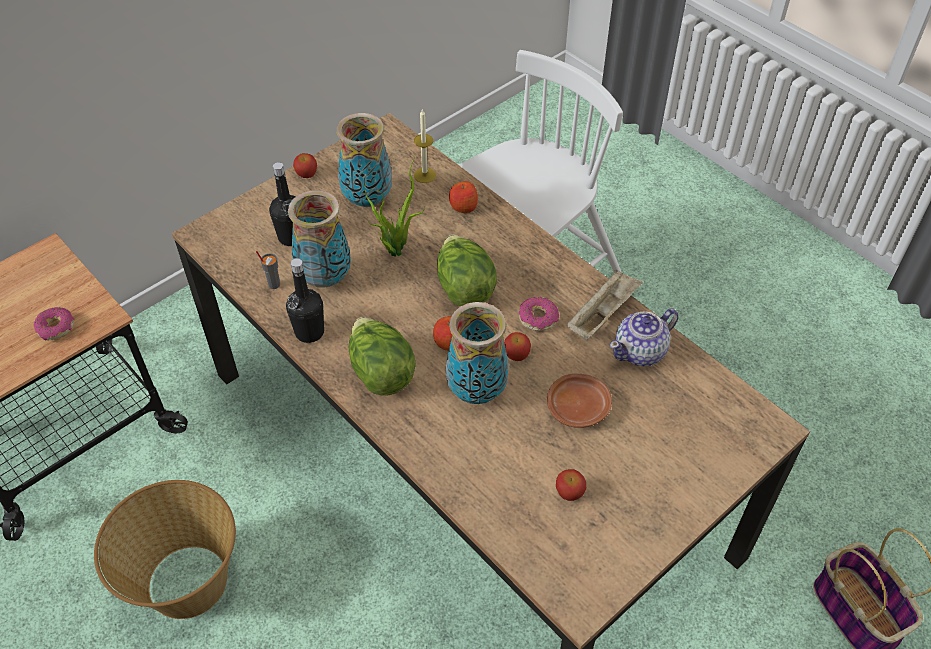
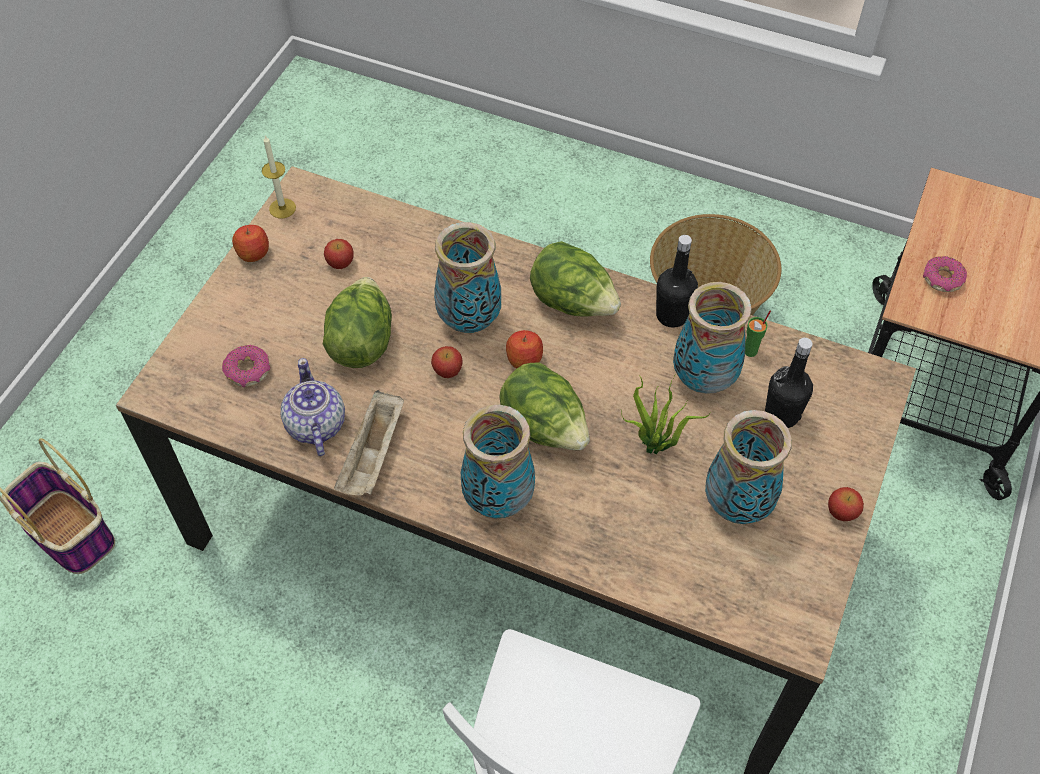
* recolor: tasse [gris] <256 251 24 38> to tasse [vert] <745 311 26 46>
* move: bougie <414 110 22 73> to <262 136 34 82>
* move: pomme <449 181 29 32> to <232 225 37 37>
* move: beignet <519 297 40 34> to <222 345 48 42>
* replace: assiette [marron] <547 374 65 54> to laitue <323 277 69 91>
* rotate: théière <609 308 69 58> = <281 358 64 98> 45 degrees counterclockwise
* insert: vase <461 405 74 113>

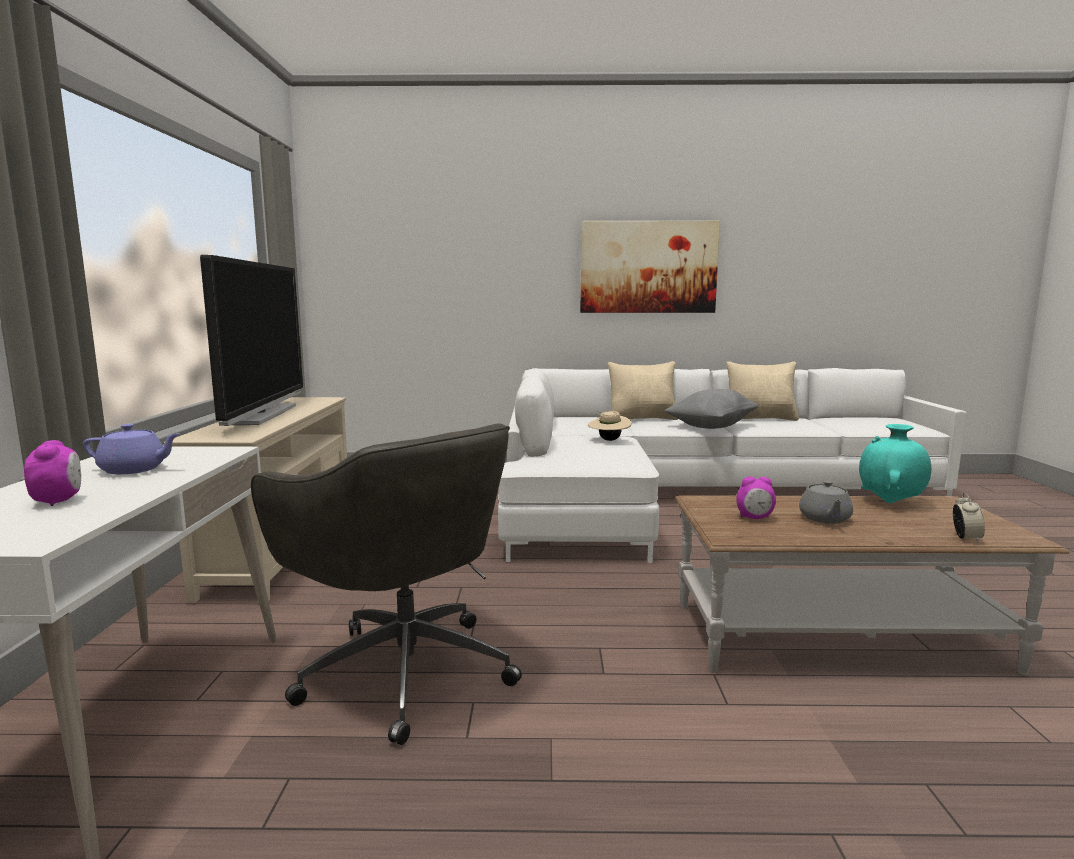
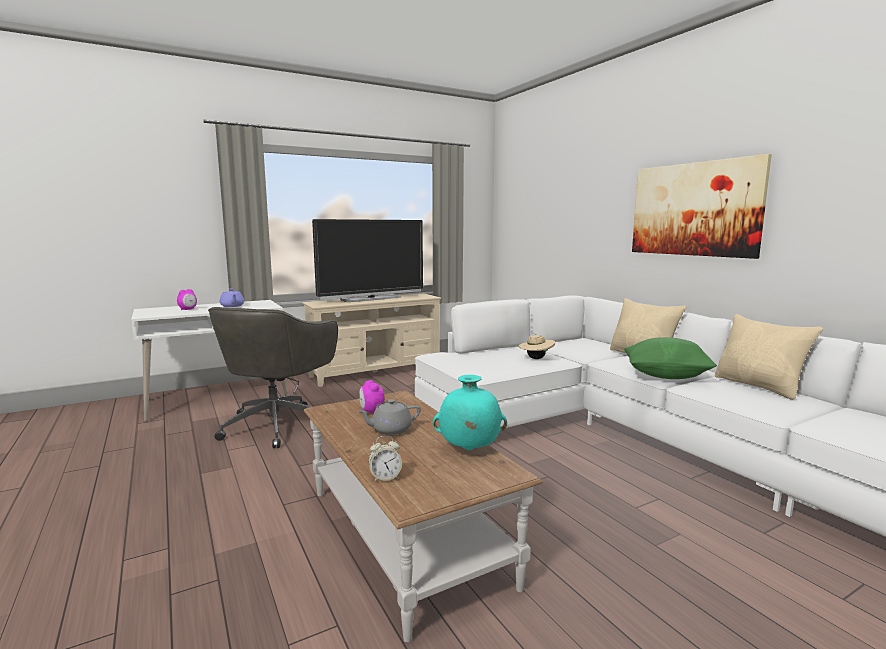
* recolor: coussin [gris] <664 389 94 40> to coussin [vert] <624 337 93 42>

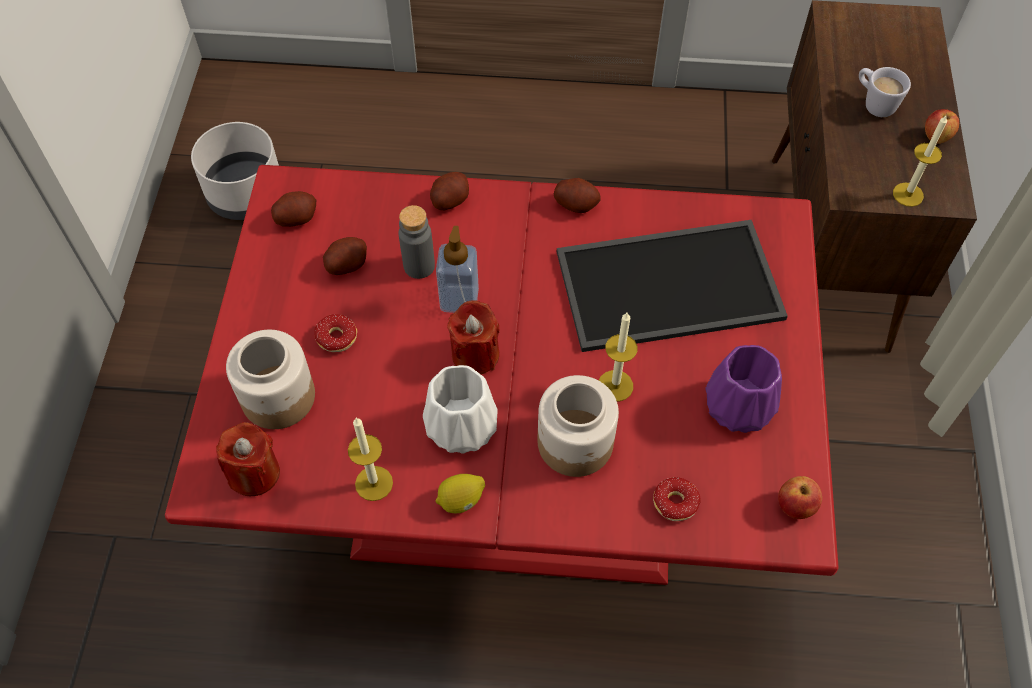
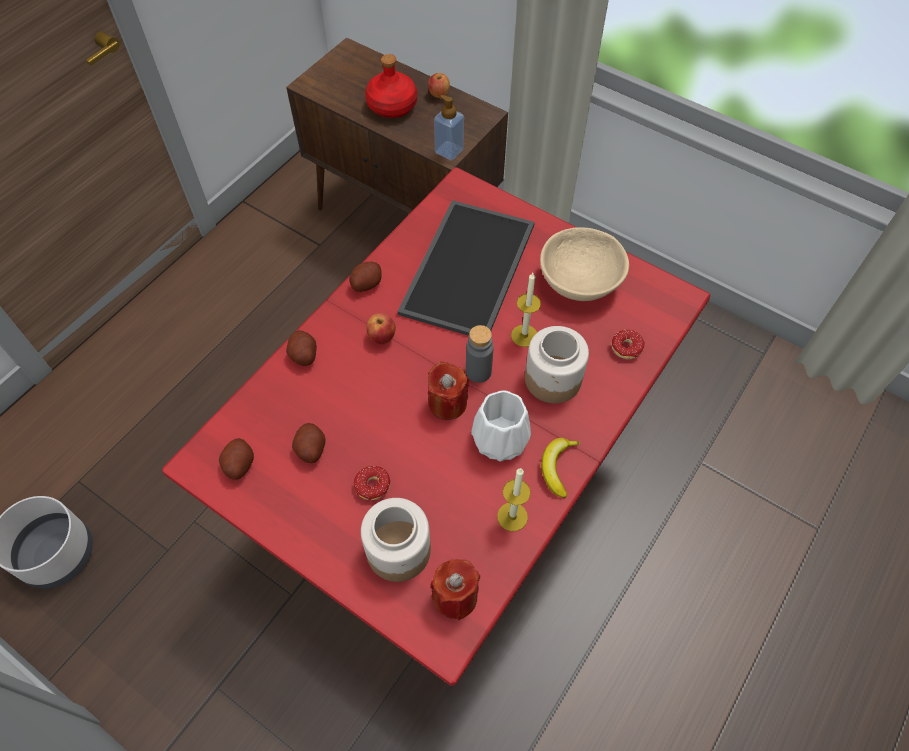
* move: bouteille [gris] <399 205 36 74> to <466 325 27 58>
* move: distributeur de savon <436 226 43 87> to <434 95 30 66>
* replace: citron <436 474 49 39> to banane <541 438 40 60>
* replace: vase [violet] <705 345 77 88> to bol [beige] <540 227 89 74>
* move: pomme <778 476 44 43> to <367 313 29 31>
* replace: mug [blanc] <859 67 52 50> to bouteille [rouge] <365 54 52 64>
* delete: bougie <893 116 54 91>

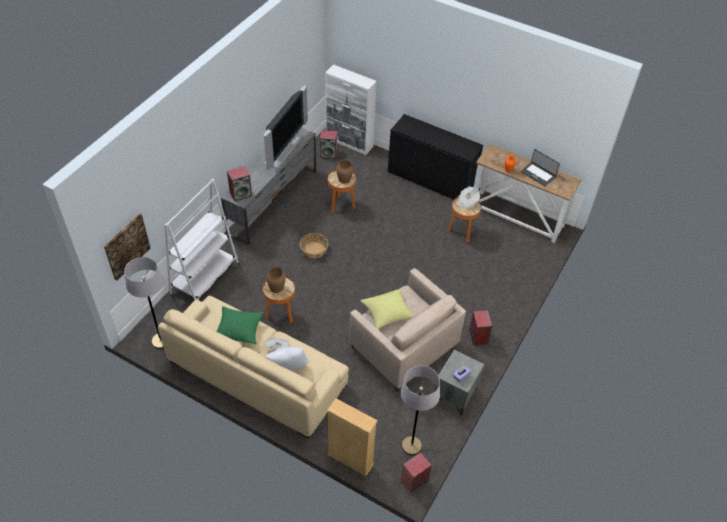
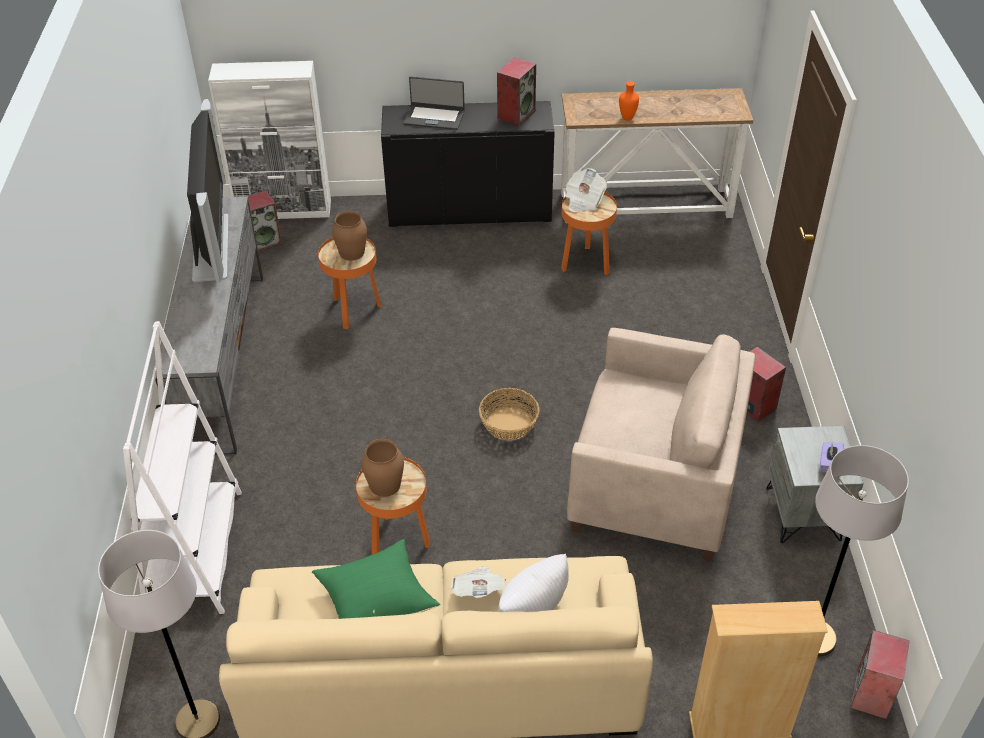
* delete: tableau <104 213 46 68>
* move: enceinte <227 166 25 36> to <497 57 39 69>
* move: panier <300 233 28 25> to <479 388 61 53>
* delete: coussin [jaune] <360 289 55 40>
* move: ordinateur portable <521 149 39 37> to <403 76 62 54>

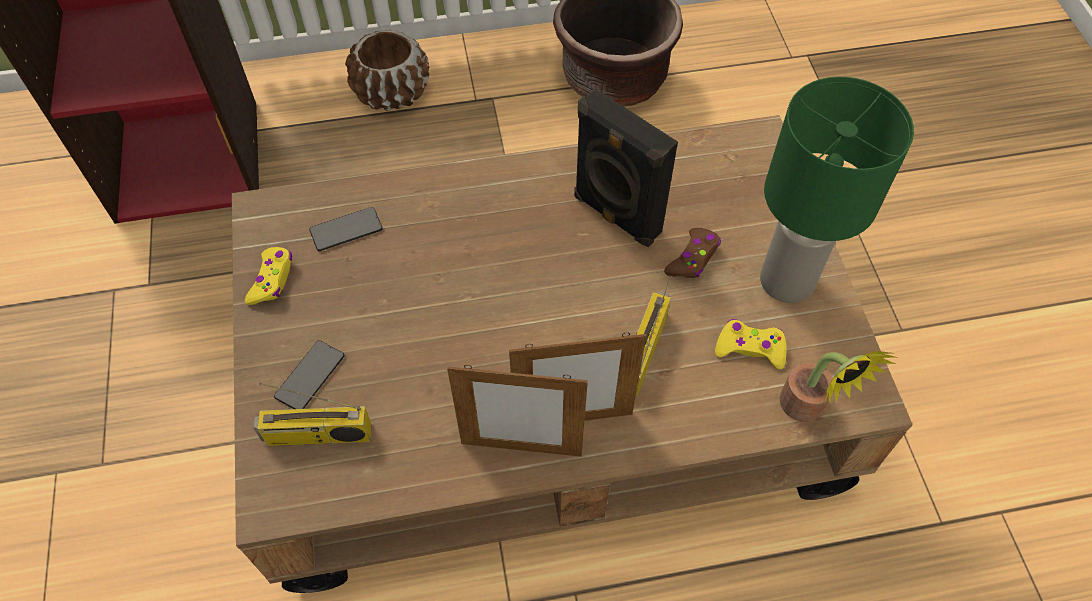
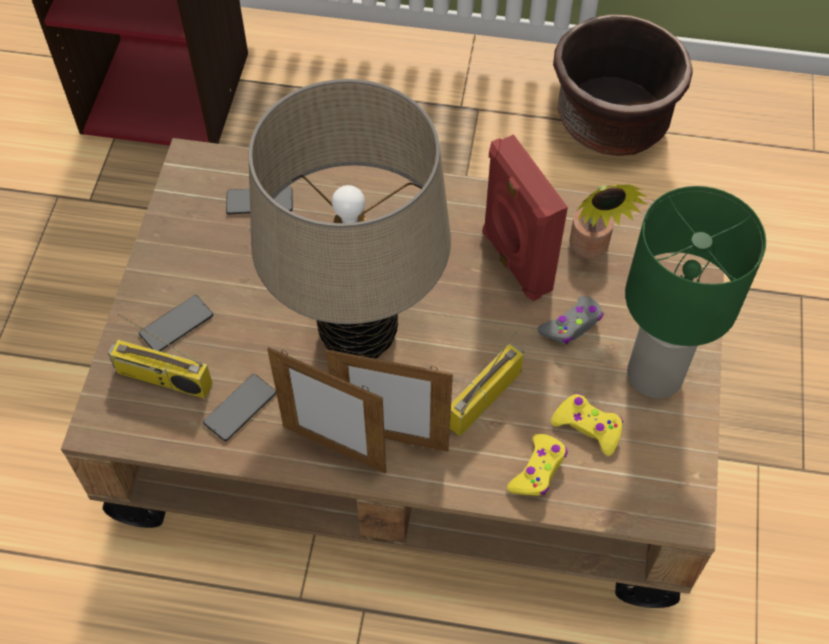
* move: manette [jaune] <245 247 47 58> to <507 434 60 62>
* delete: cache-pot [marron] <345 29 84 82>
* recolor: enceinte [noir] <574 89 104 158> to enceinte [rouge] <482 134 86 167>
* recolor: manette [marron] <664 228 57 50> to manette [gris] <537 296 66 48>
* move: plante en pot <780 351 118 71> to <569 184 78 75>
* insert: téléphone <203 374 73 67>
* insert: lampe de table [beige] <249 79 202 280>

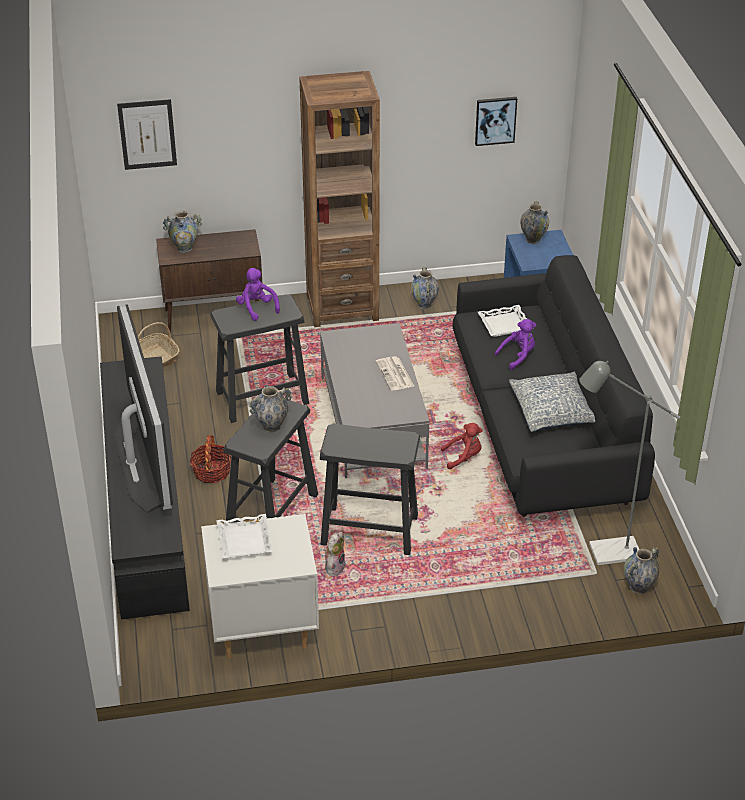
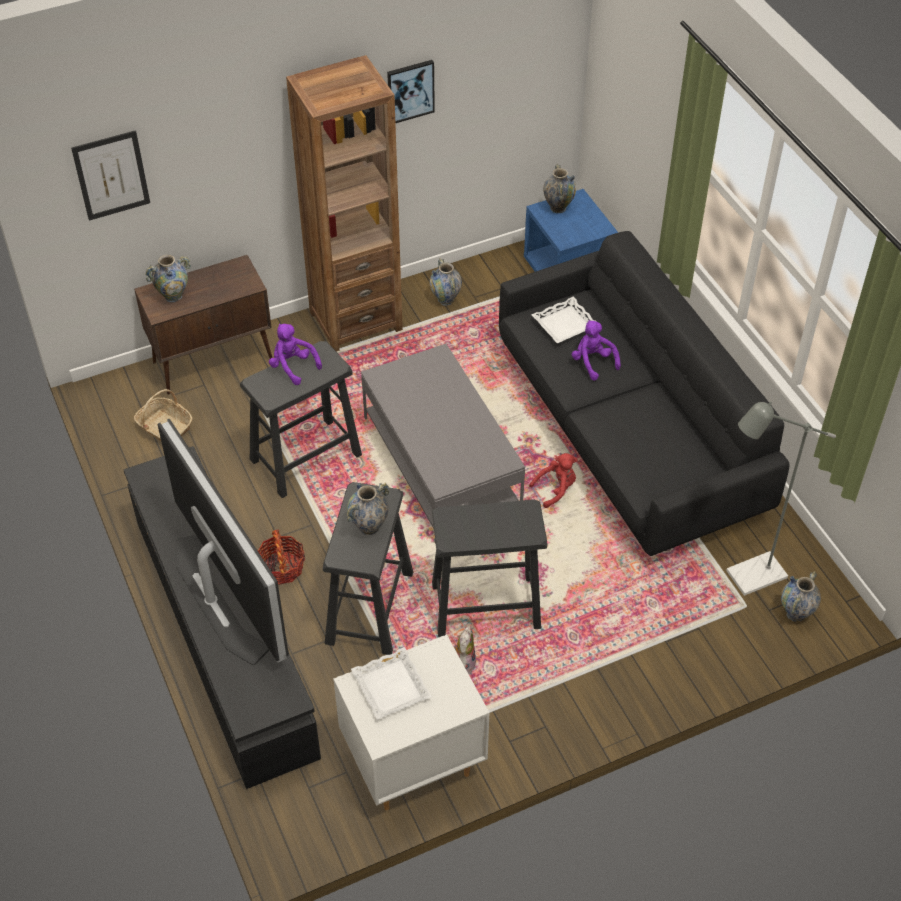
* delete: journal <375 356 39 35>
* move: tableau <475 97 42 49> to <387 60 48 63>
* rotate: peluche [violet] <495 319 41 51> = <572 320 49 61> 75 degrees counterclockwise
* delete: coussin <509 372 86 60>

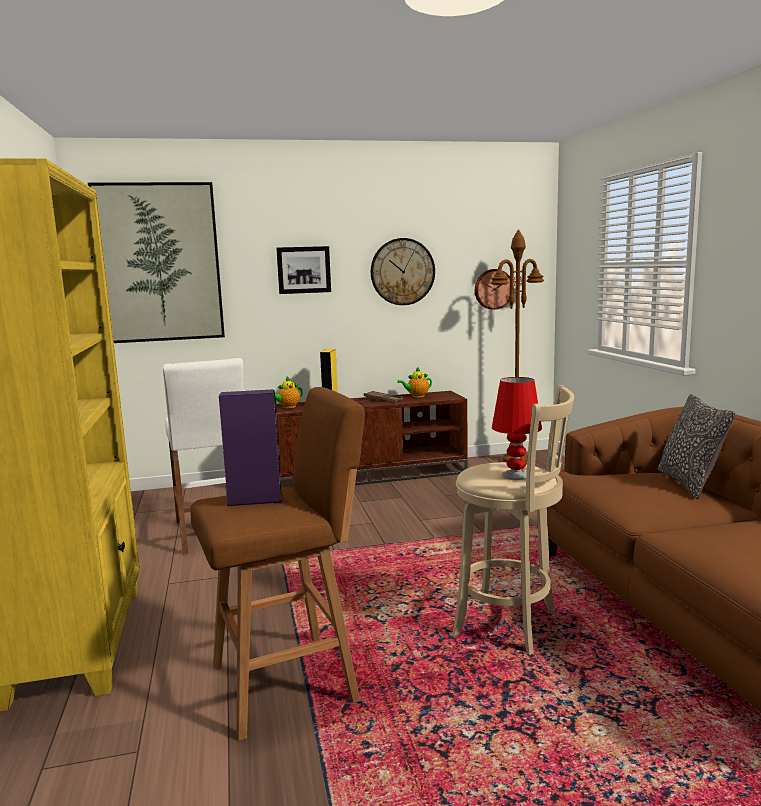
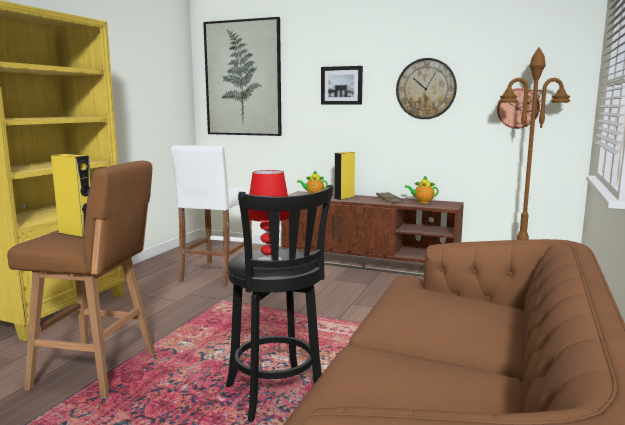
* recolor: enceinte [violet] <219 389 63 117> to enceinte [jaune] <51 154 40 84>
* recolor: tabouret [beige] <452 385 122 269> to tabouret [noir] <225 185 108 237>
* delete: coussin <658 394 77 105>

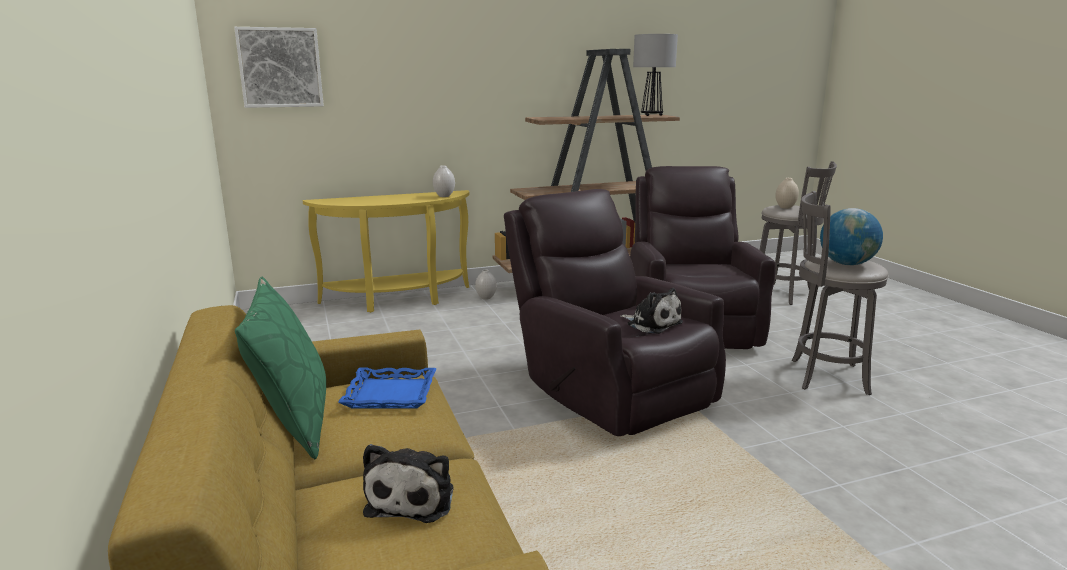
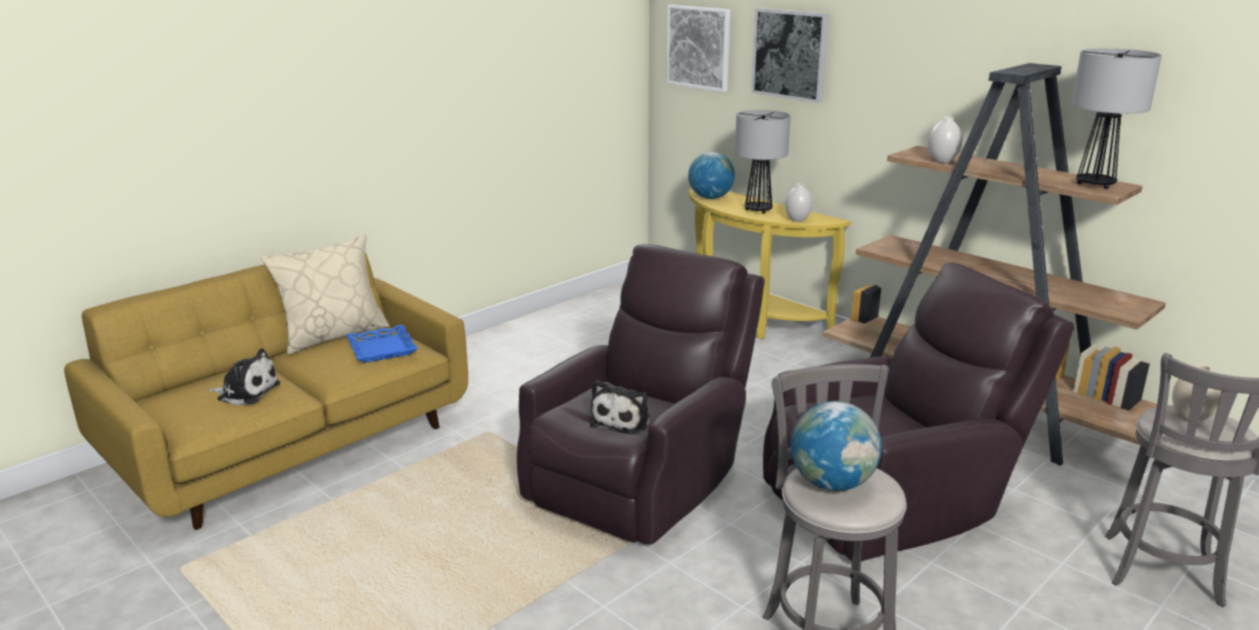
* recolor: coussin [vert] <235 277 91 182> to coussin [beige] <261 234 129 121>
* rotate: peluche <363 444 90 79> = <208 348 72 57> 150 degrees counterclockwise
* move: vase [blanc] <475 270 22 30> to <928 117 34 46>
* insert: globe <688 152 47 47>
* insert: lampe de table <735 110 56 104>
* insert: tableau <751 8 78 95>

